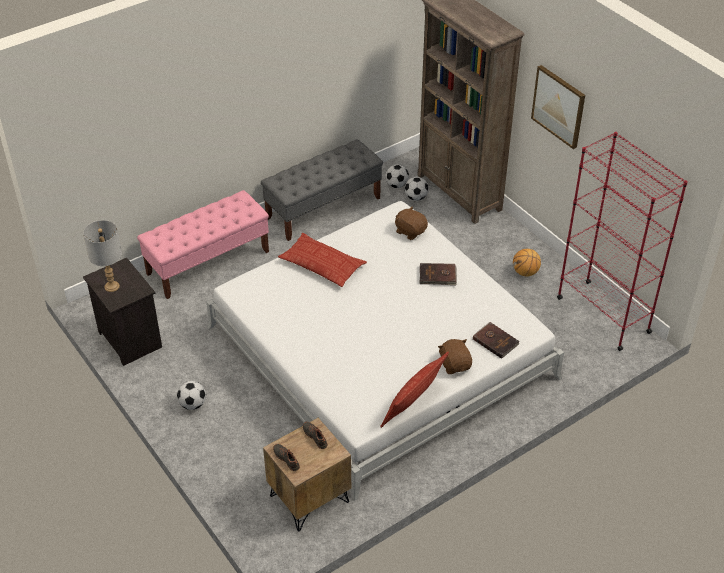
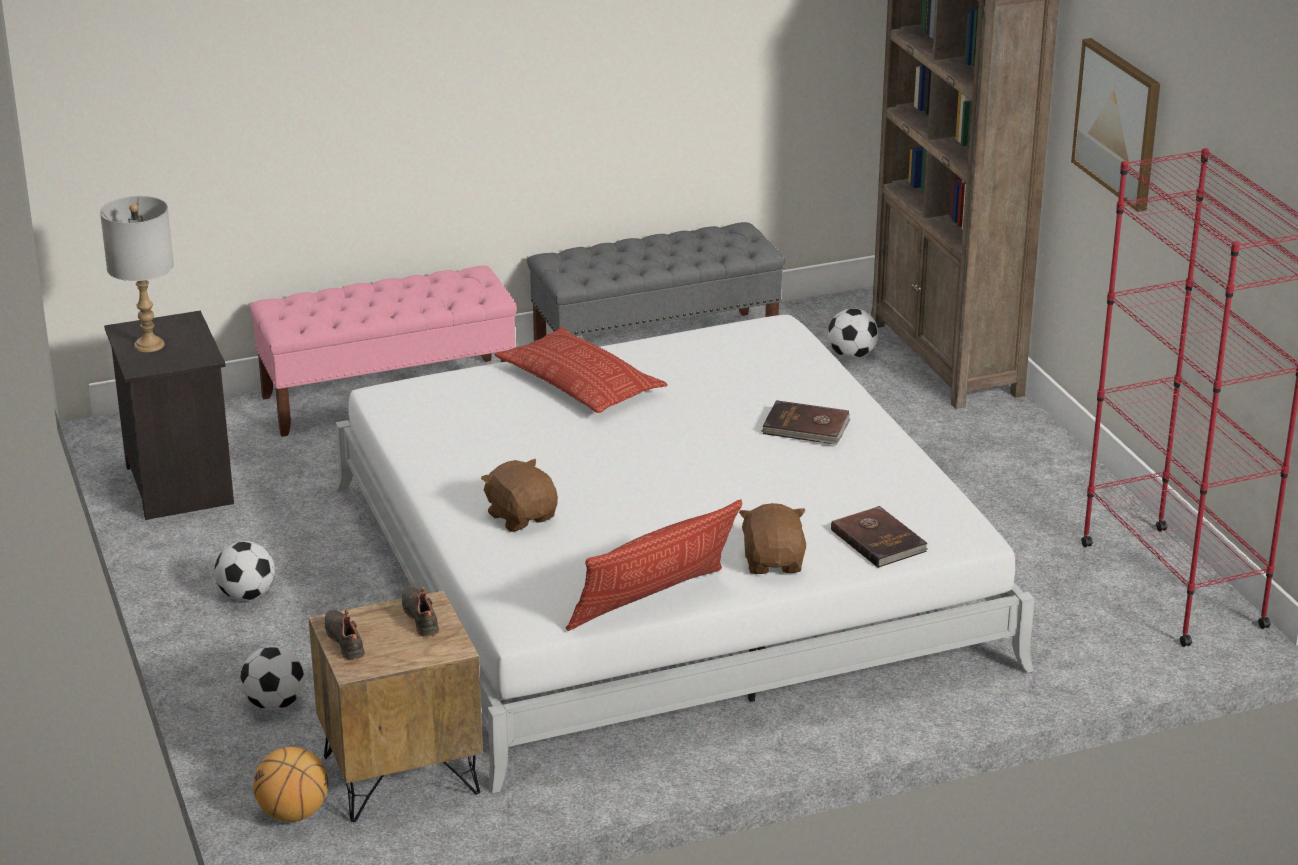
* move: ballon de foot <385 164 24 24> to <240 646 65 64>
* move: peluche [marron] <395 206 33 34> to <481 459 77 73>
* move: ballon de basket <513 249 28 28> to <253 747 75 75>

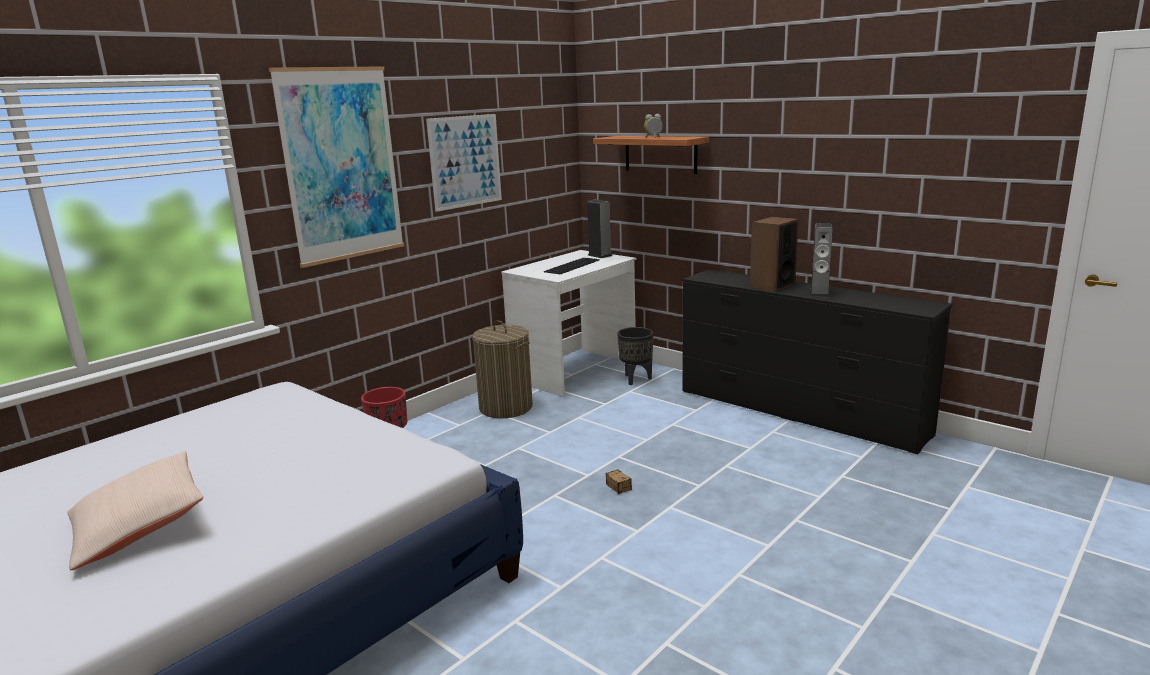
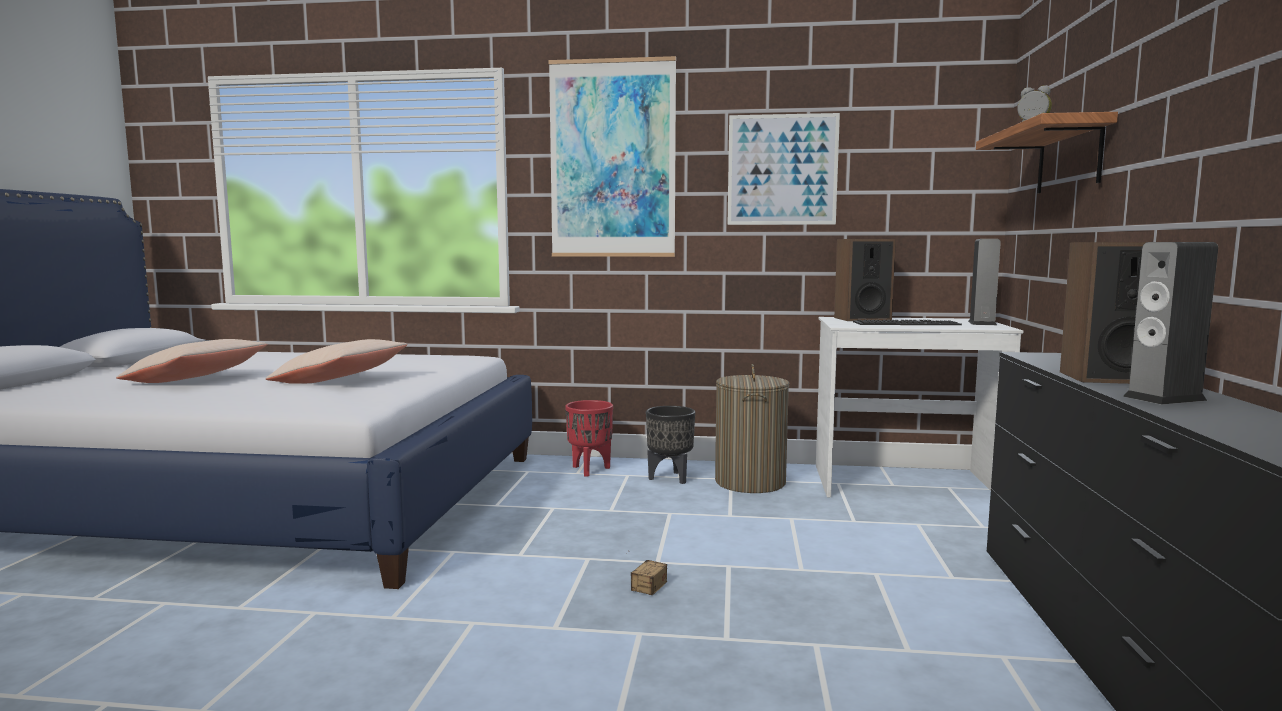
* move: cache-pot [noir] <617 327 36 58> to <646 406 49 78>
* insert: coussin [beige] <265 339 143 45>
* insert: enceinte <834 239 62 82>

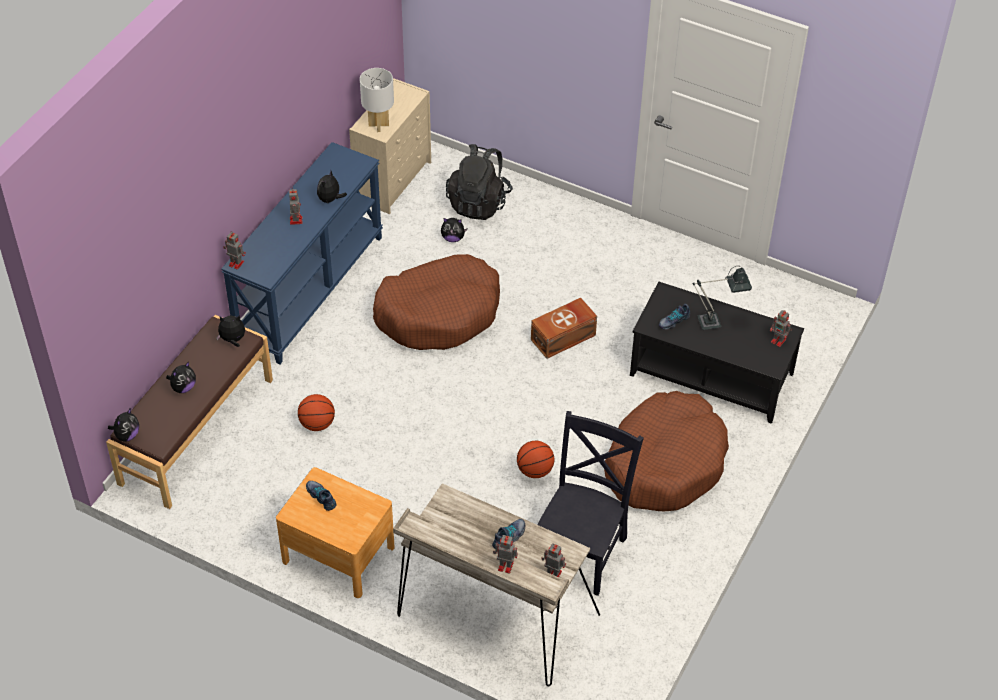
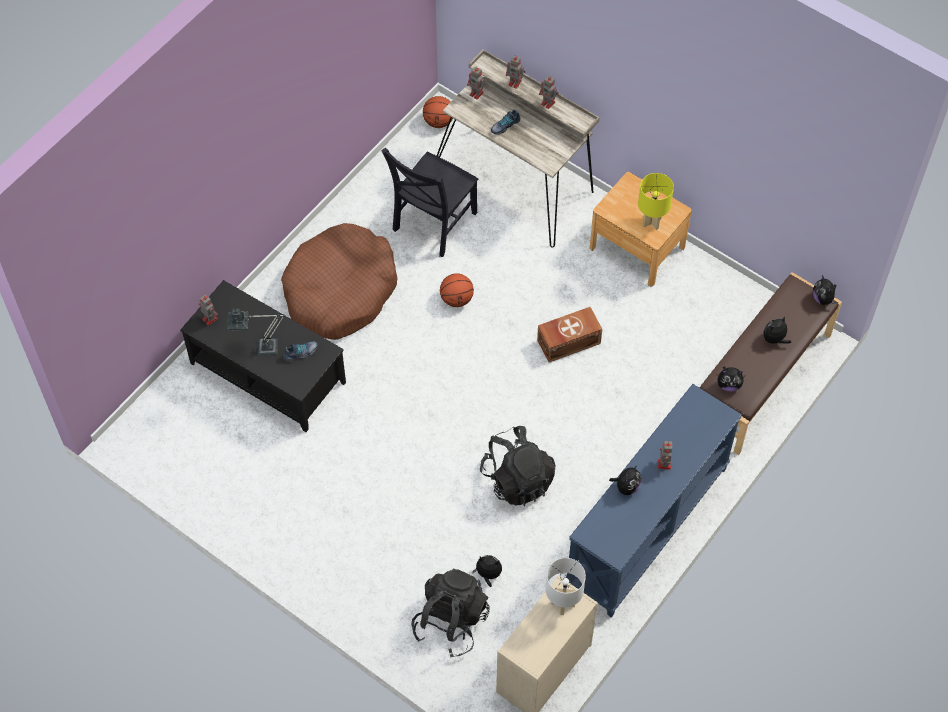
* rotate: peluche <108 408 31 34> = <813 275 24 30> 60 degrees counterclockwise
* move: robot jouet <223 232 23 38> to <539 76 20 33>
* move: ballon de basket <298 394 37 37> to <423 96 30 32>
* replace: chaussure <306 481 31 30> to lampe de table [jaune] <638 173 36 57>
* replace: panier pour chien [marron] <373 254 127 96> to sac à dos [noir] <480 426 75 80>
* move: boîte de rangement [marron] <531 298 66 61> to <537 307 65 55>

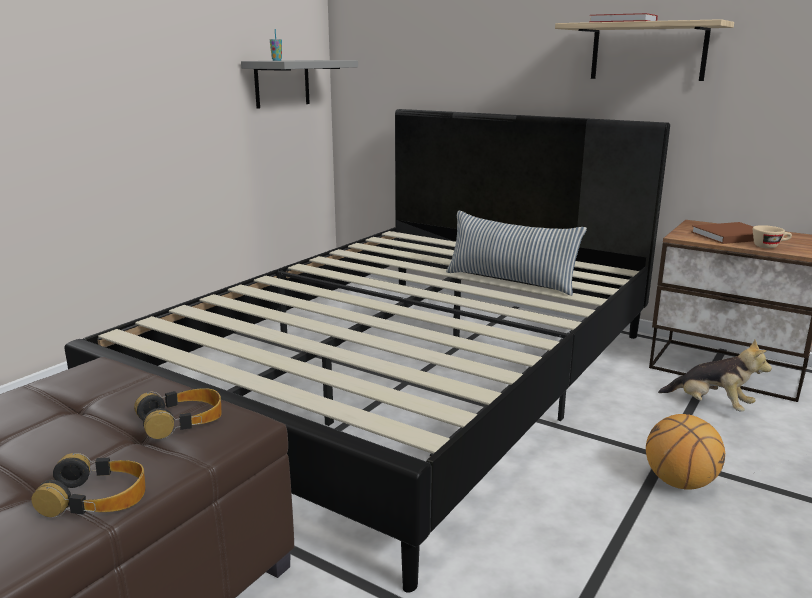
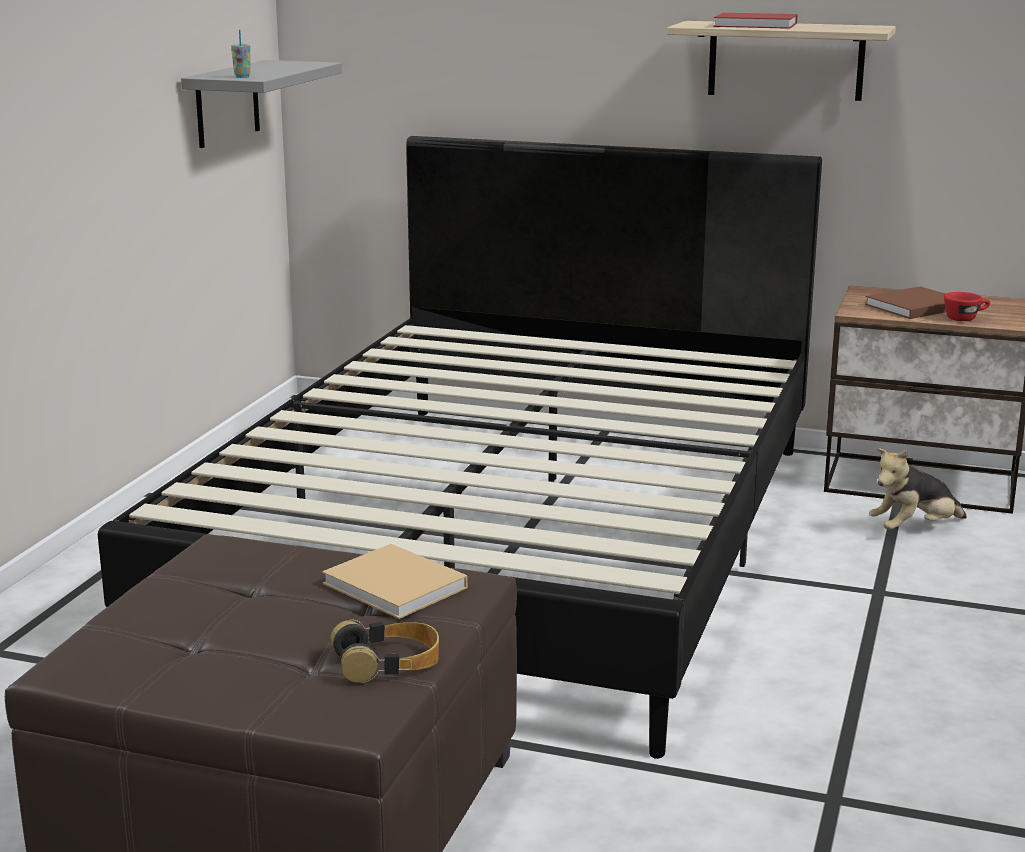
* replace: casque audio <134 388 88 51> to livre [beige] <322 544 146 75>
* delete: coussin <446 211 141 85>
* delete: ballon de basket <646 414 79 76>
* rotate: peluche <658 340 114 71> = <869 448 98 82> 135 degrees clockwise
* recolor: tasse [beige] <753 225 39 23> to tasse [rouge] <944 292 46 29>

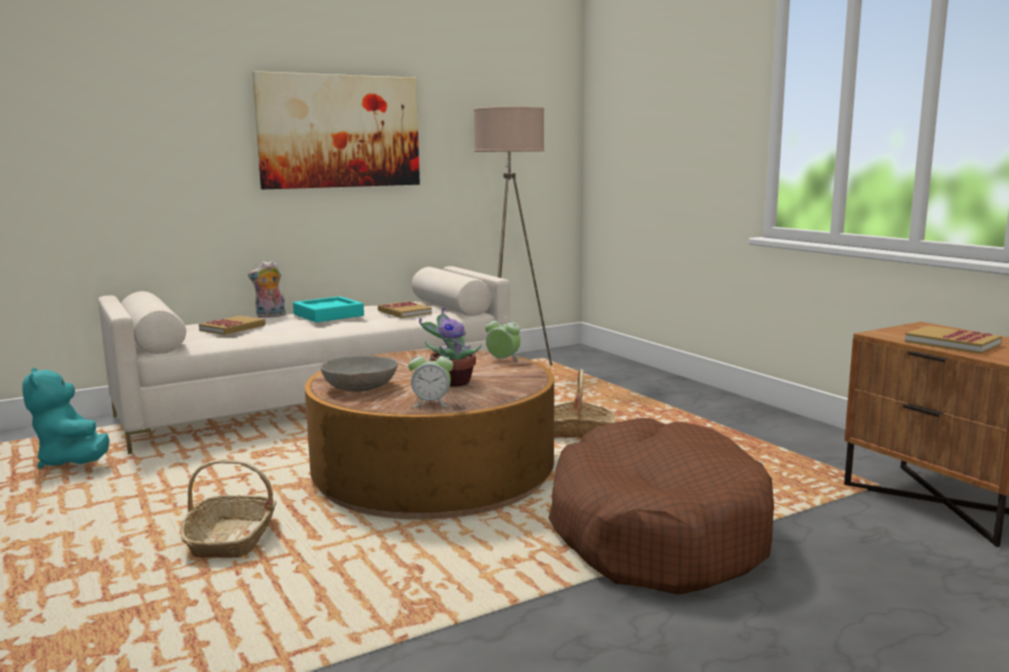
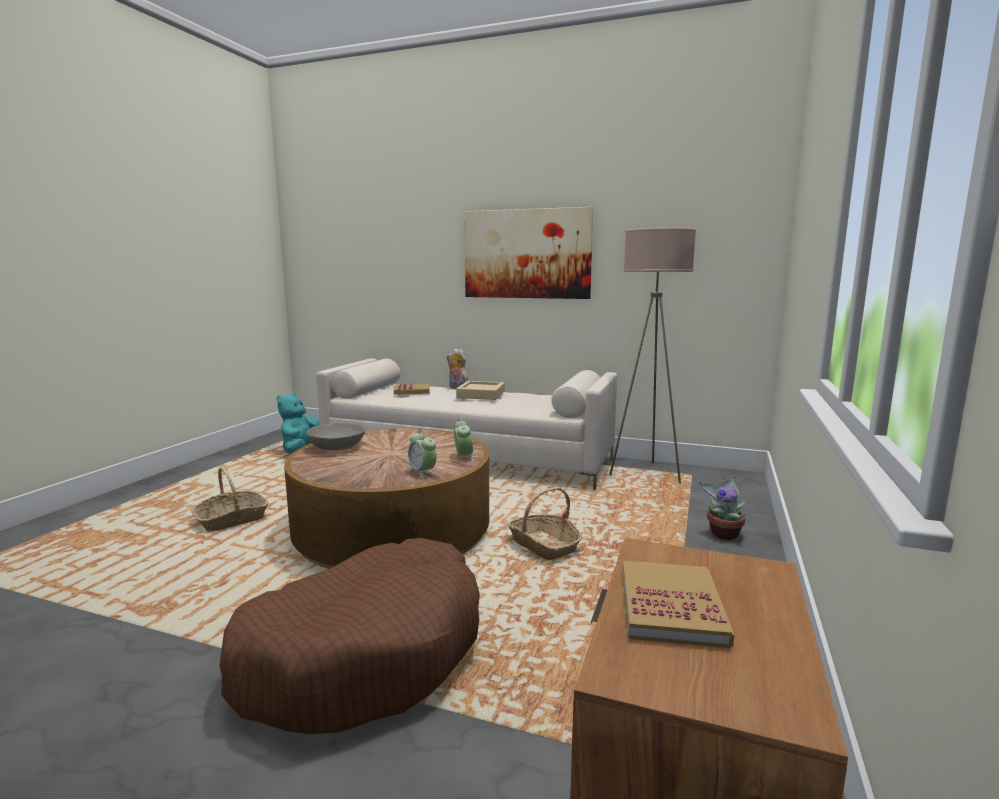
* recolor: plateau [turquoise] <293 296 71 26> to plateau [beige] <456 381 49 19>
* delete: livre <378 301 54 17>
* move: réveil <408 349 45 58> to <408 430 29 49>
* move: plante en pot <419 308 63 79> to <699 475 47 65>

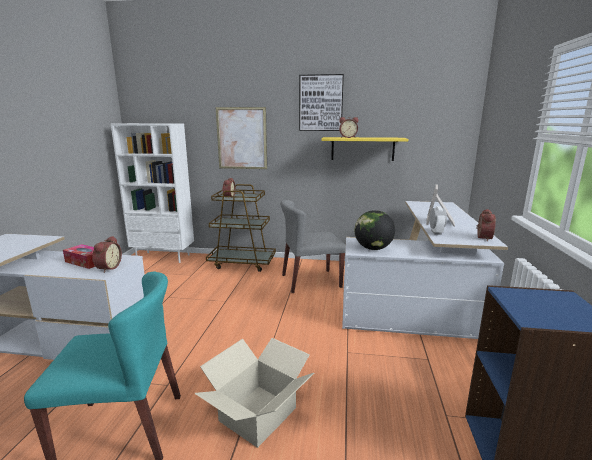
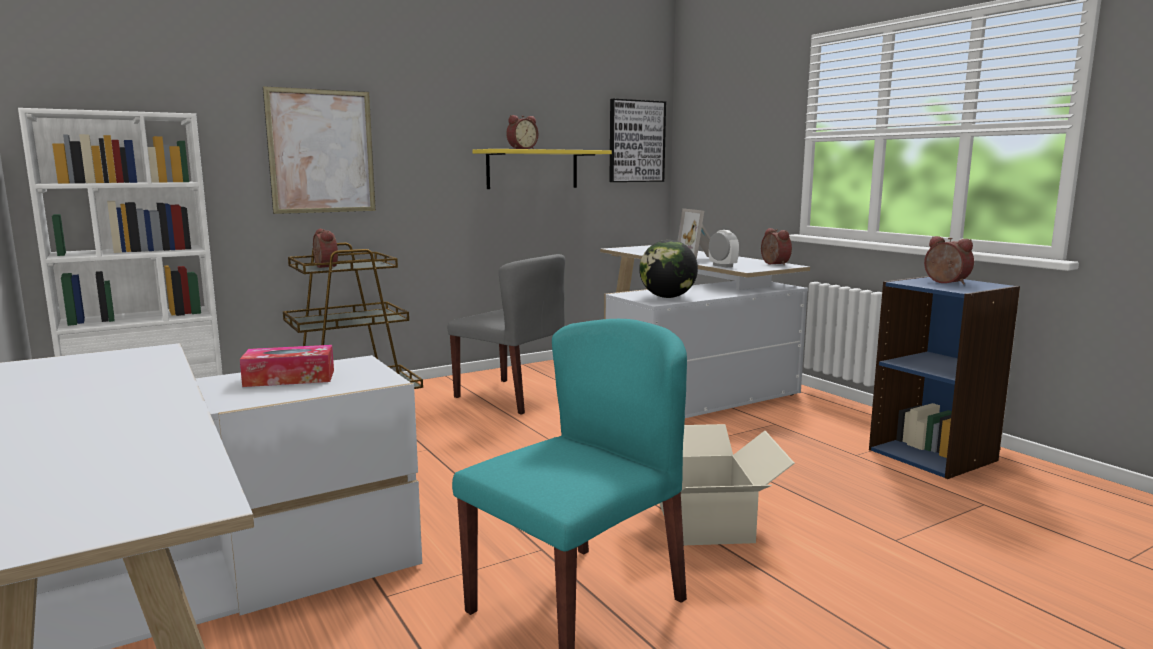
* move: réveil <92 236 30 37> to <924 236 50 48>
* rotate: chaise [gris] <280 200 66 93> = <448 254 117 161> 90 degrees counterclockwise
* move: tableau <299 74 45 57> to <609 99 57 83>

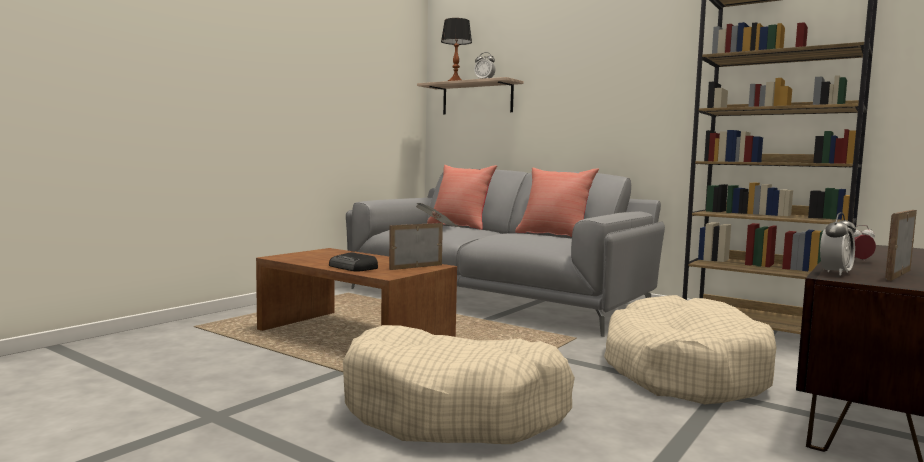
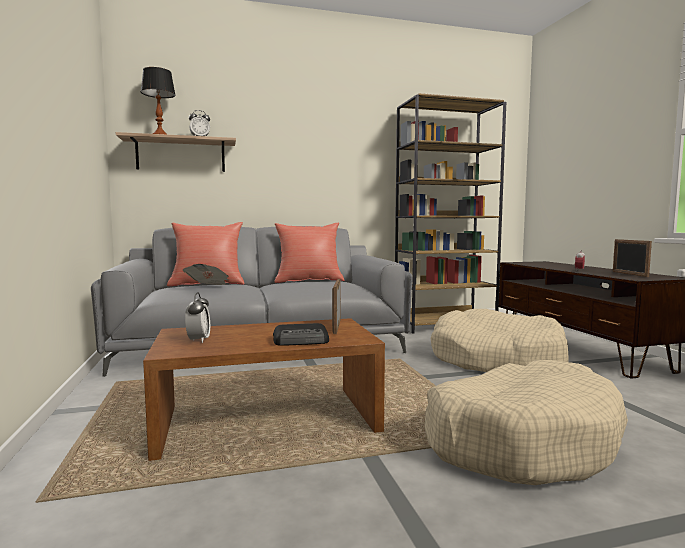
* move: réveil <820 212 36 64> to <185 292 25 51>

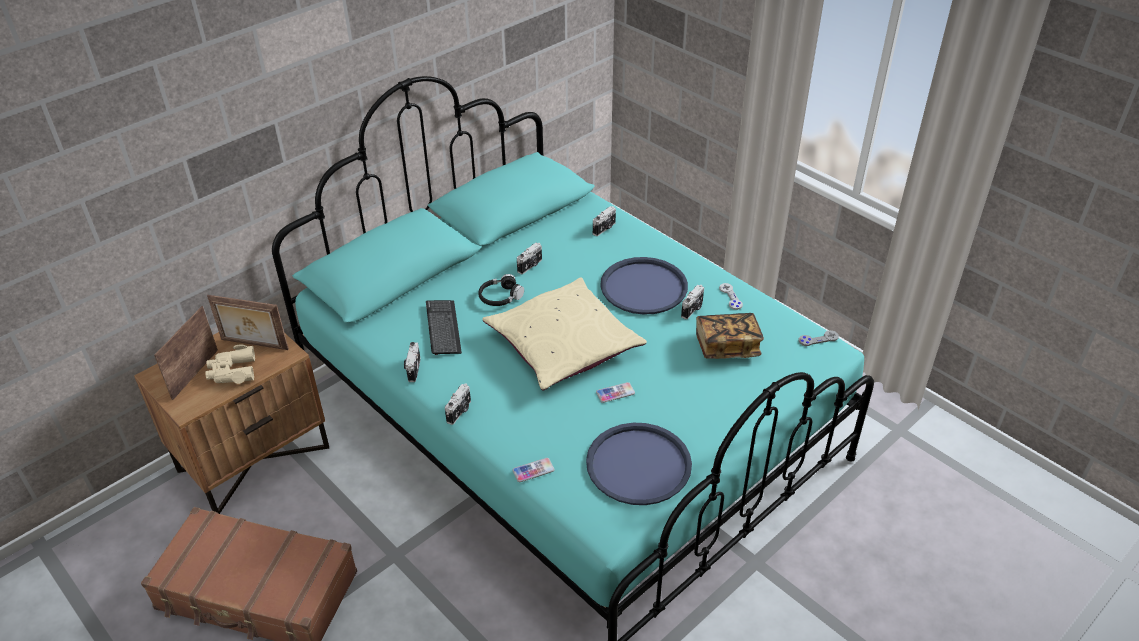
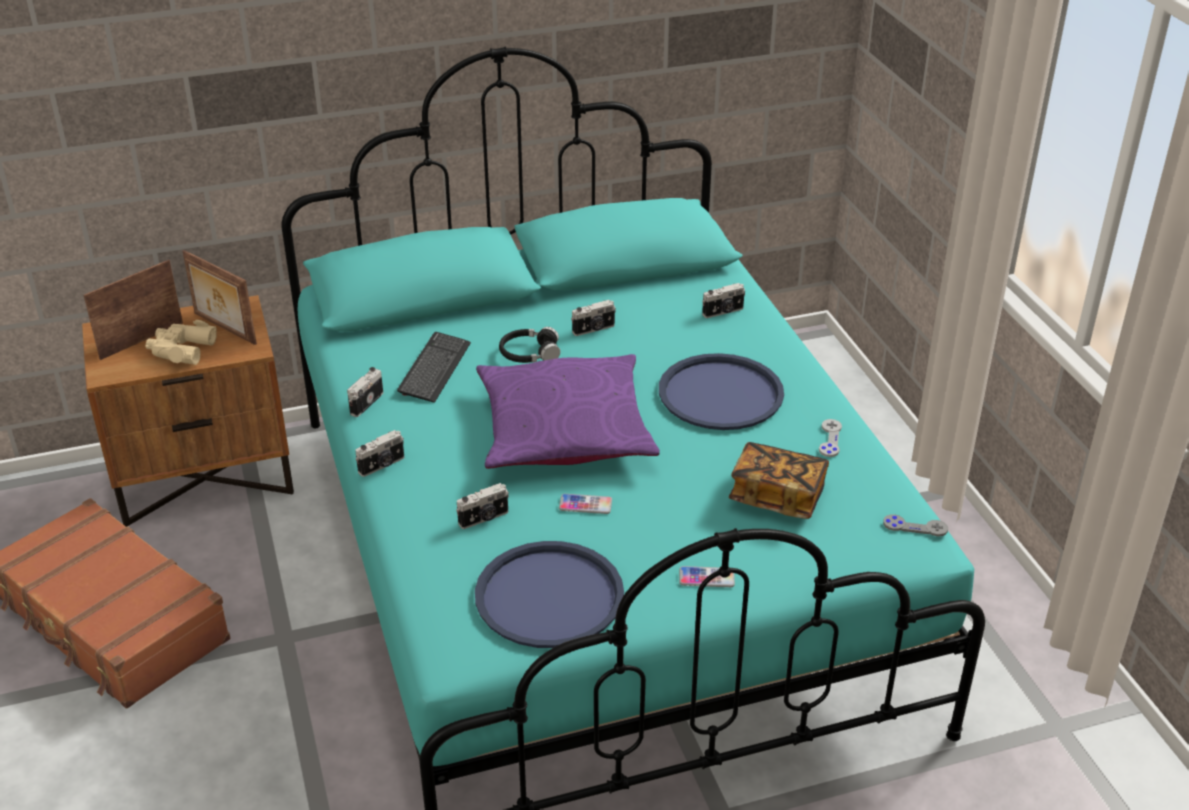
* recolor: coussin [beige] <482 277 165 114> to coussin [violet] <476 354 184 115>
* move: téléphone <512 458 43 24> to <679 566 56 21>
* move: appareil photo <681 285 23 34> to <456 483 53 46>

